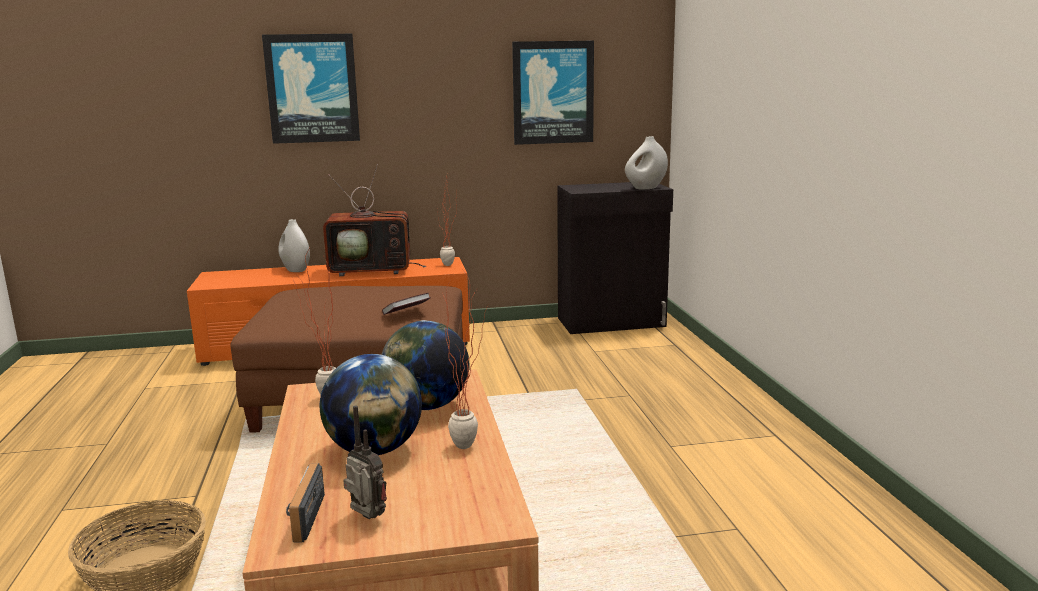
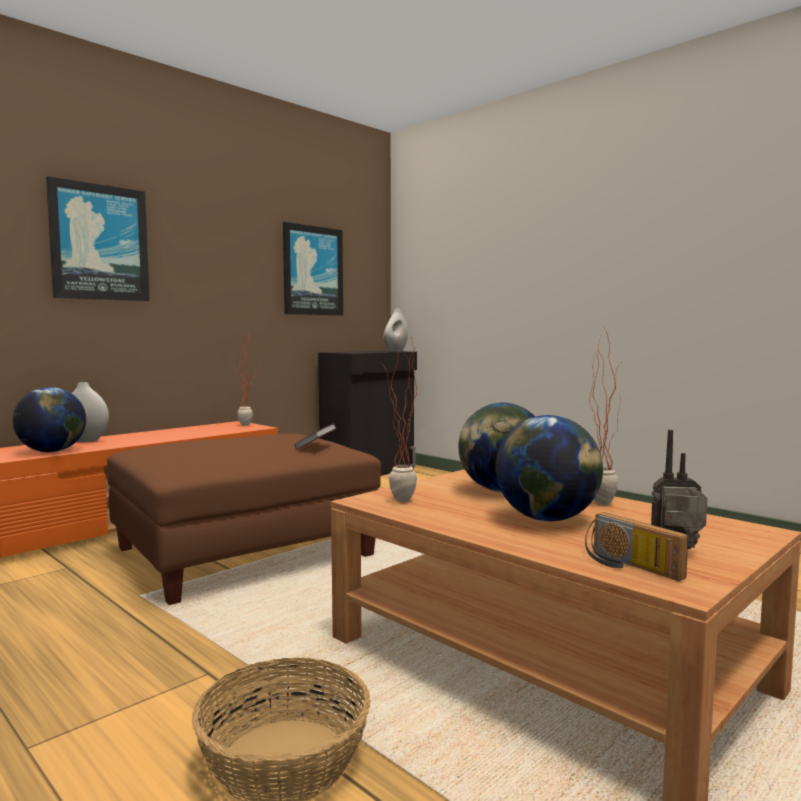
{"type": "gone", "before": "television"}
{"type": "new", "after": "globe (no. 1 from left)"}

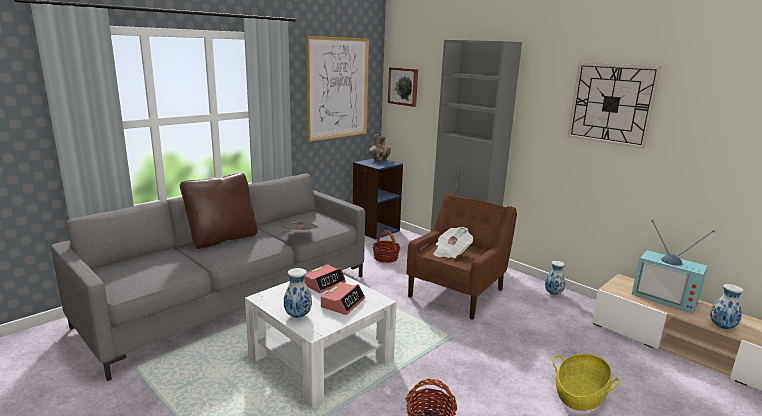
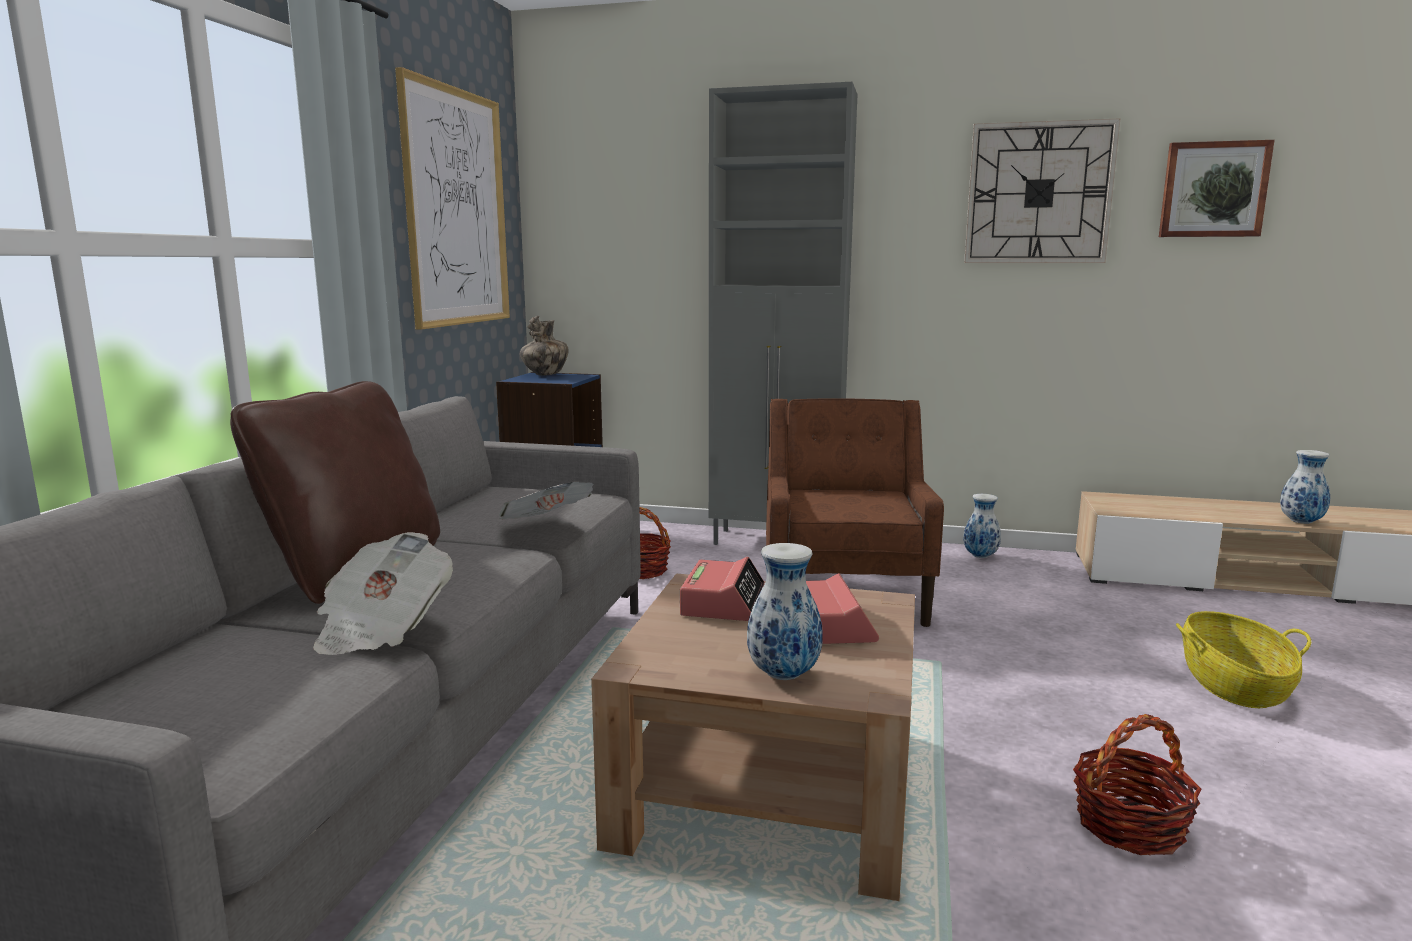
{"type": "shifted", "before": "picture (no. 2 from left)"}
{"type": "gone", "before": "television"}
{"type": "shifted", "before": "newspaper (no. 2 from left in the first image)", "after": "newspaper (no. 1 from left)"}
{"type": "repainted", "before": "white coffee table", "after": "brown coffee table"}

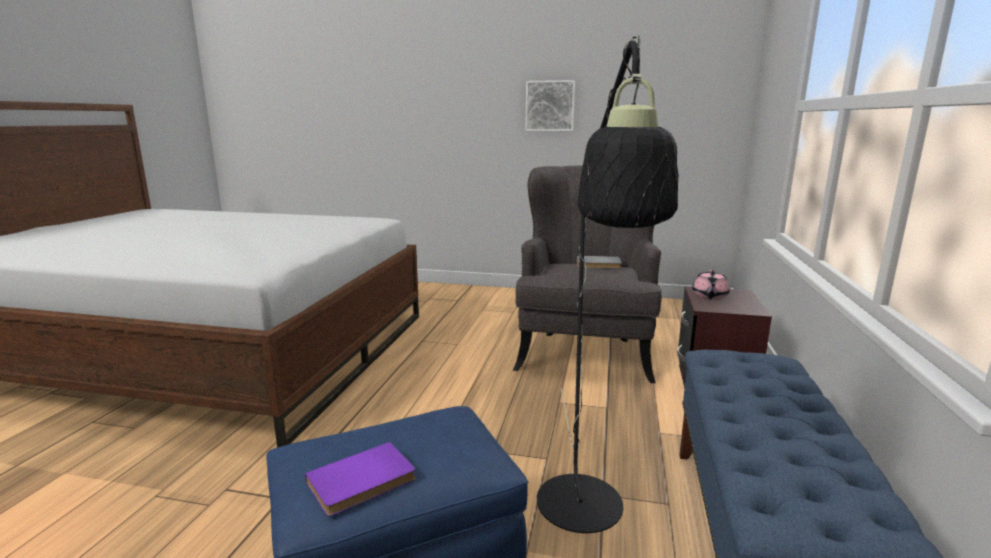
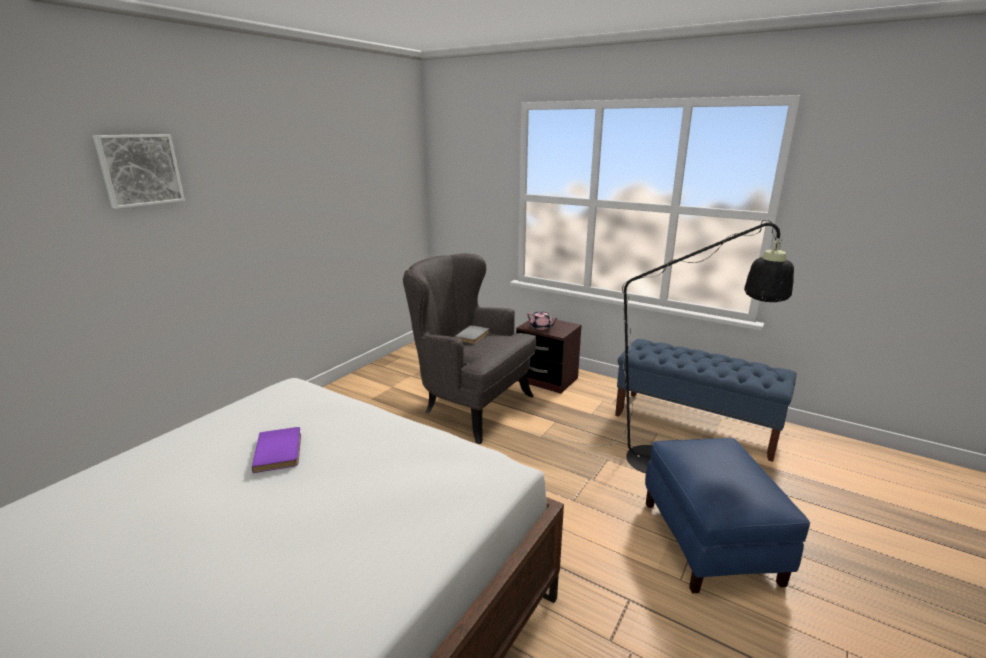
{"type": "shifted", "before": "picture"}
{"type": "shifted", "before": "purple book"}

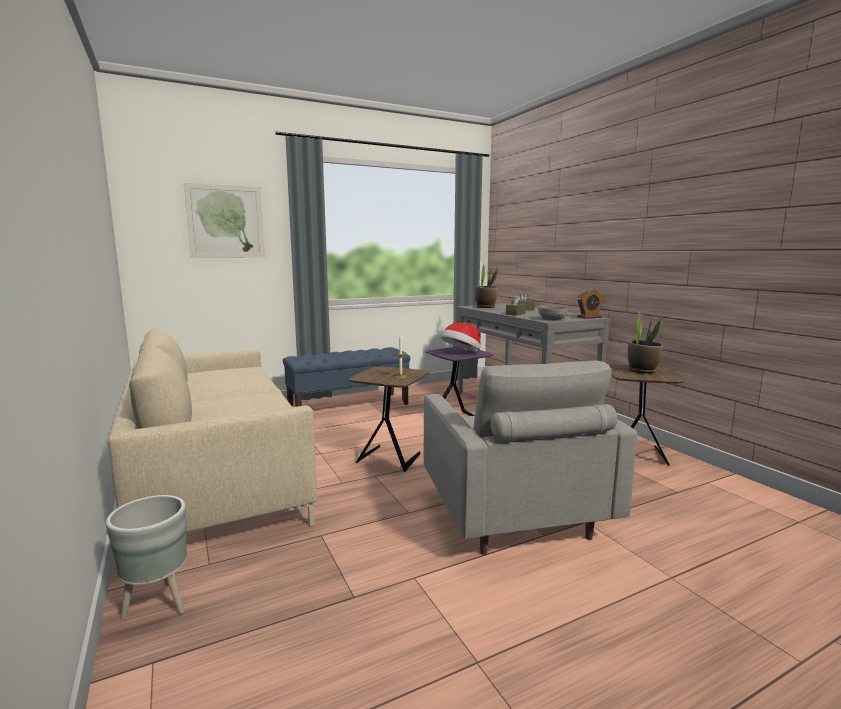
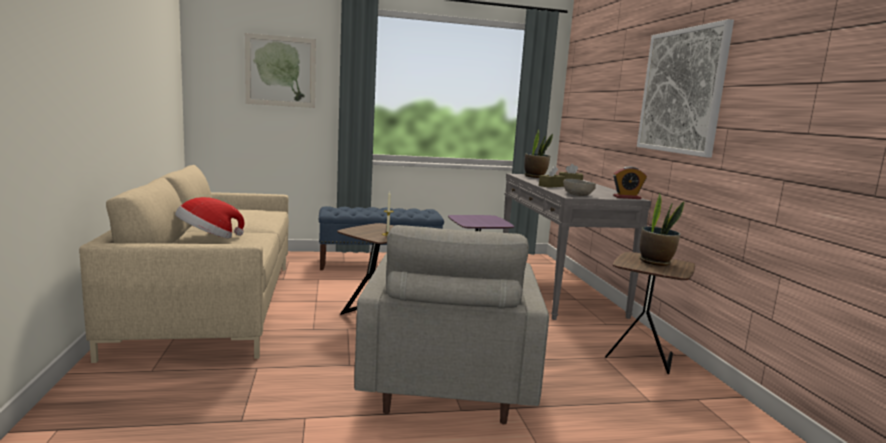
{"type": "shifted", "before": "hat"}
{"type": "gone", "before": "grey planter"}
{"type": "new", "after": "picture (no. 2 from left)"}

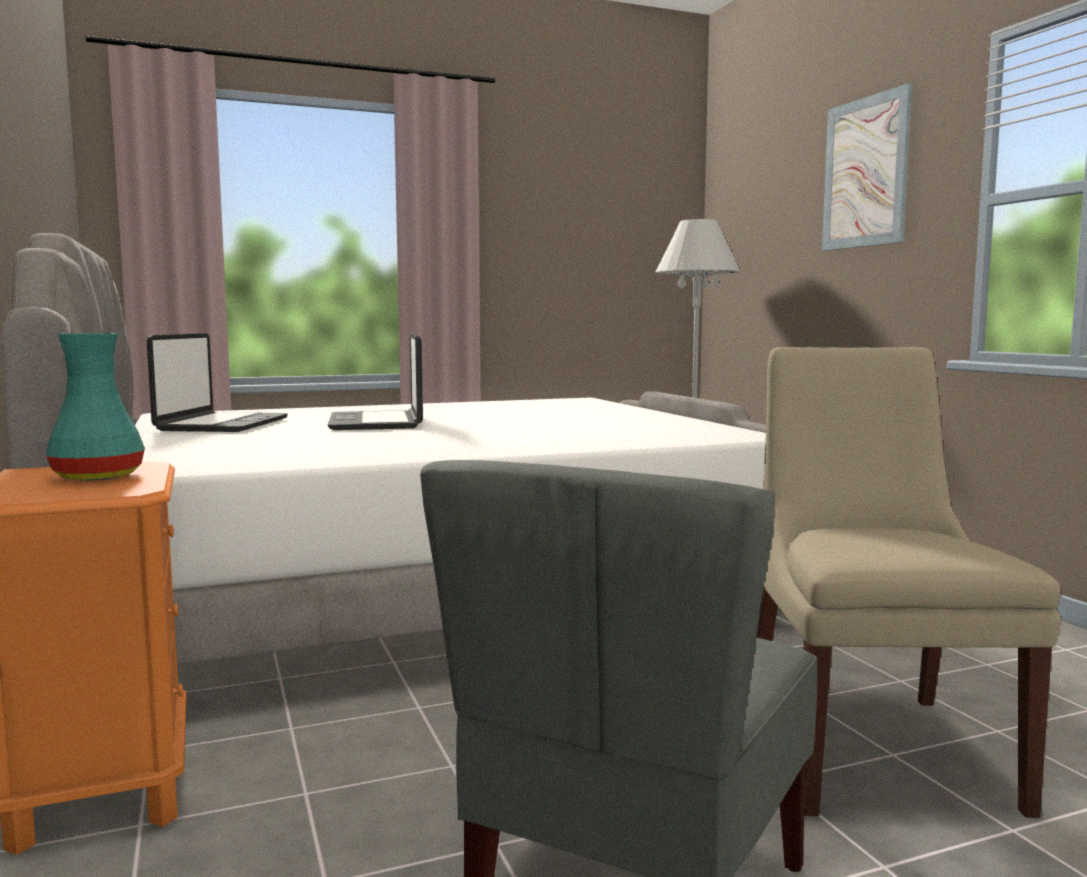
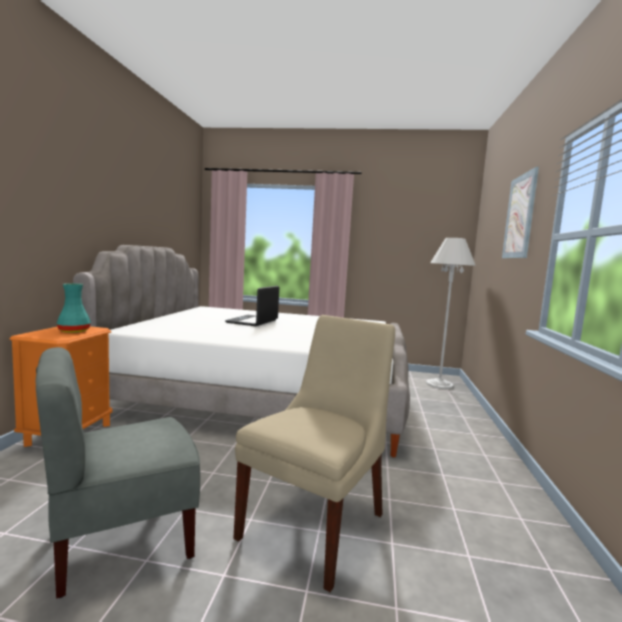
{"type": "gone", "before": "laptop (no. 1 from left)"}

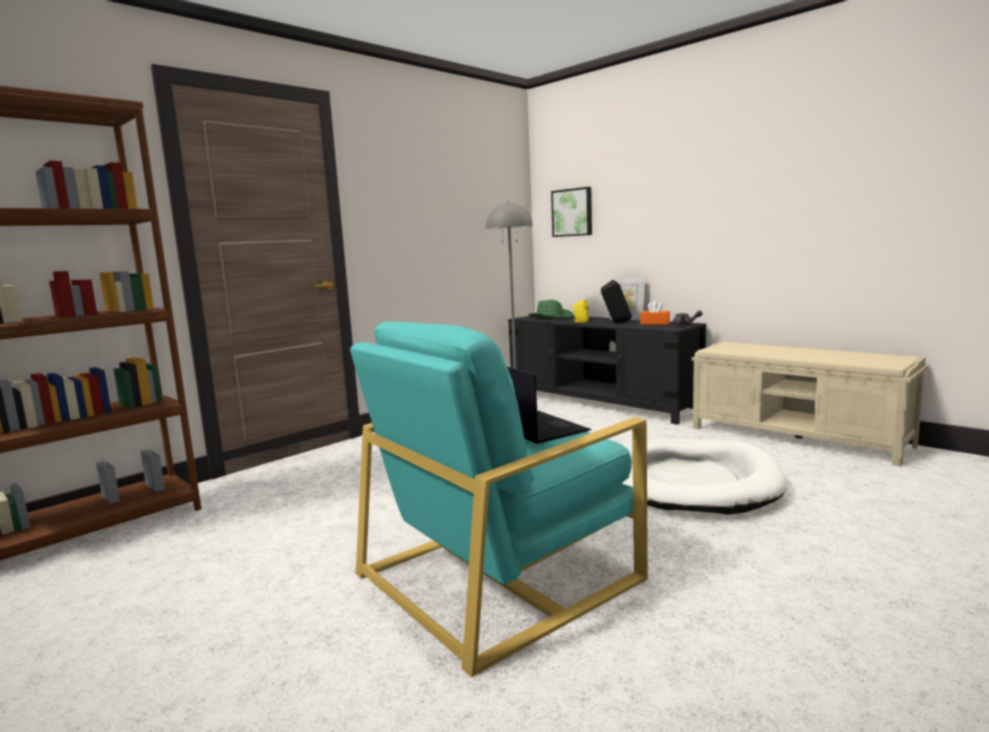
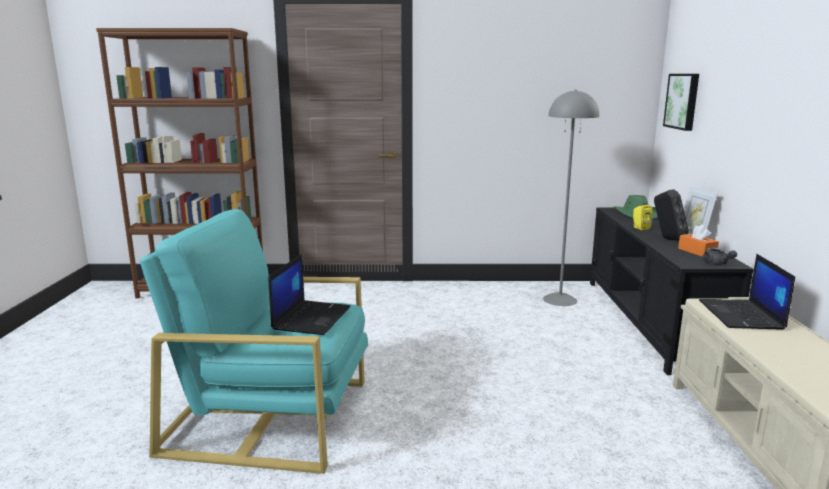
{"type": "gone", "before": "white dog bed"}
{"type": "new", "after": "laptop (no. 2 from left)"}

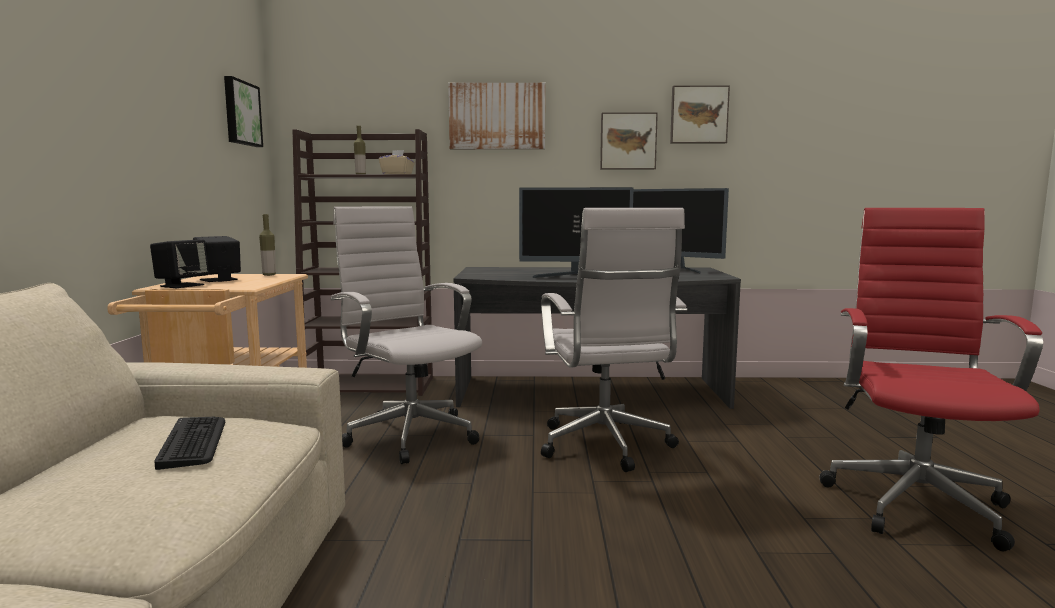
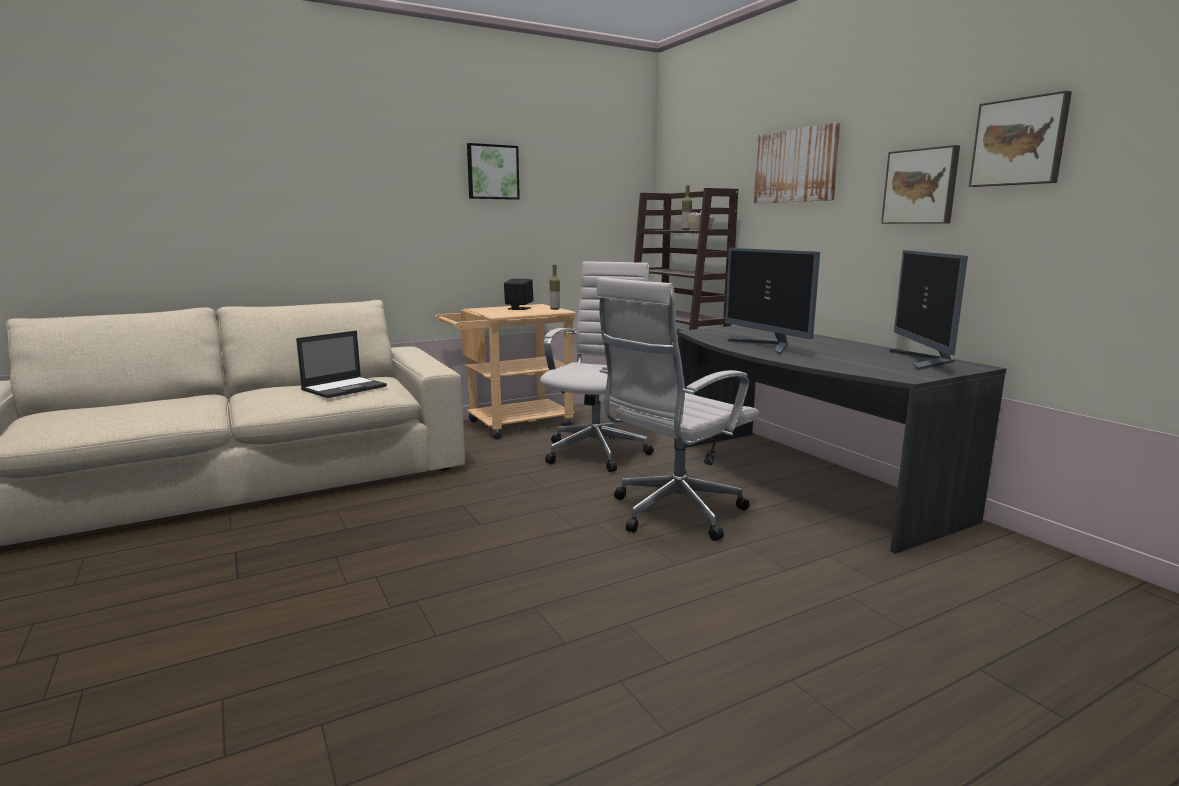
{"type": "shifted", "before": "picture (no. 1 from left)"}
{"type": "gone", "before": "red office chair"}
{"type": "gone", "before": "black speaker (no. 1 from left)"}
{"type": "swapped", "before": "keyboard", "after": "laptop"}

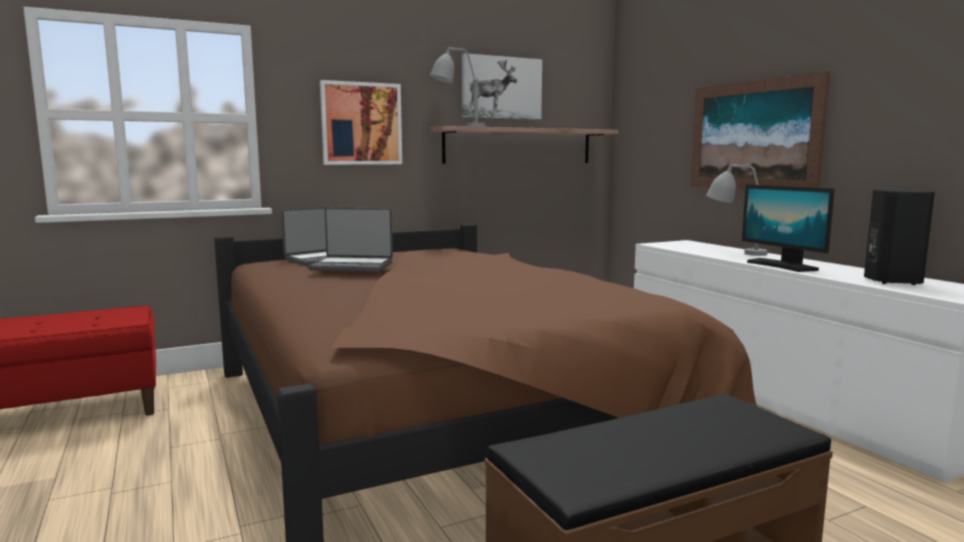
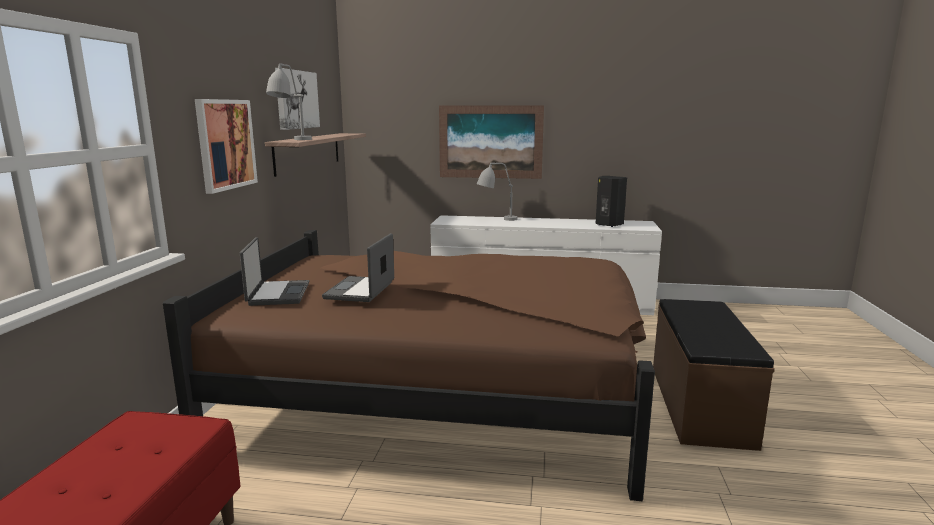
{"type": "gone", "before": "monitor"}
{"type": "rotated", "before": "laptop (no. 2 from left)", "turn": 150}

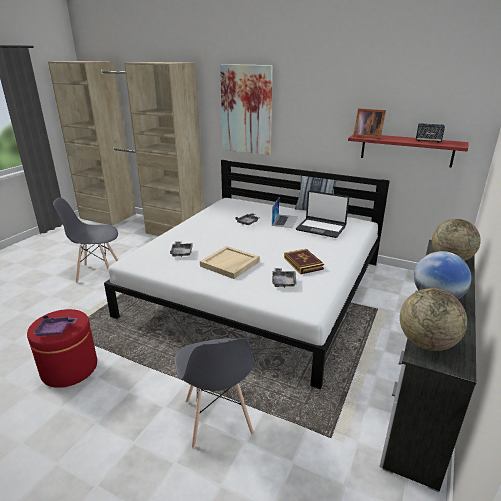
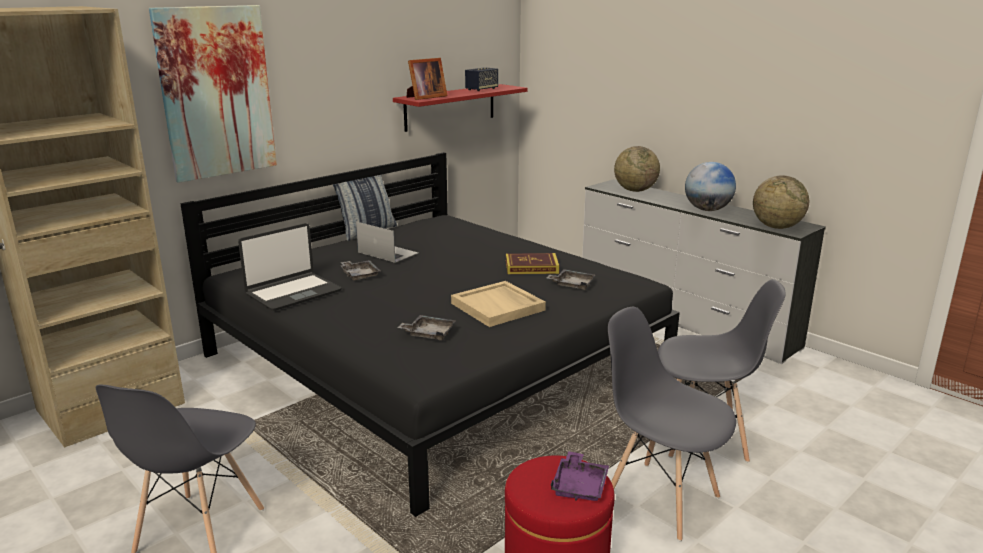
{"type": "repainted", "before": "white bed", "after": "black bed"}
{"type": "shifted", "before": "laptop (no. 2 from left in the first image)", "after": "laptop (no. 1 from left)"}
{"type": "new", "after": "grey chair (no. 2 from left)"}

